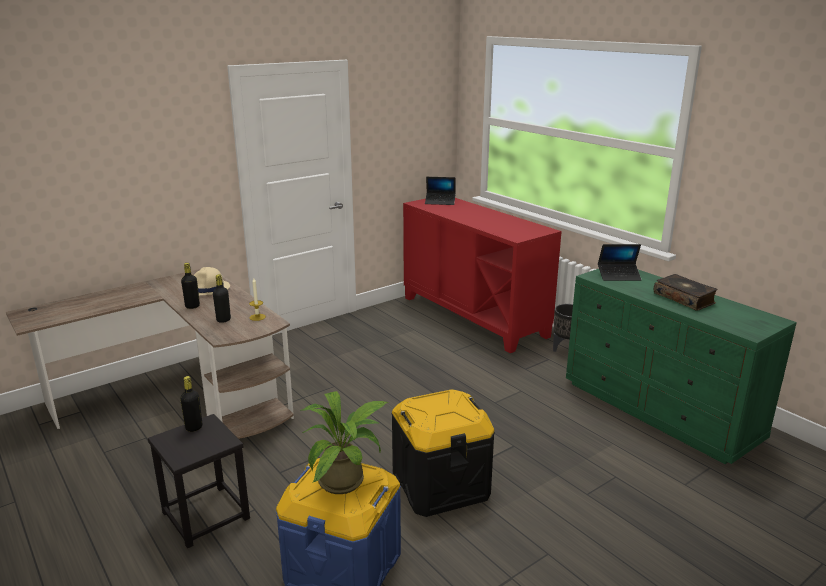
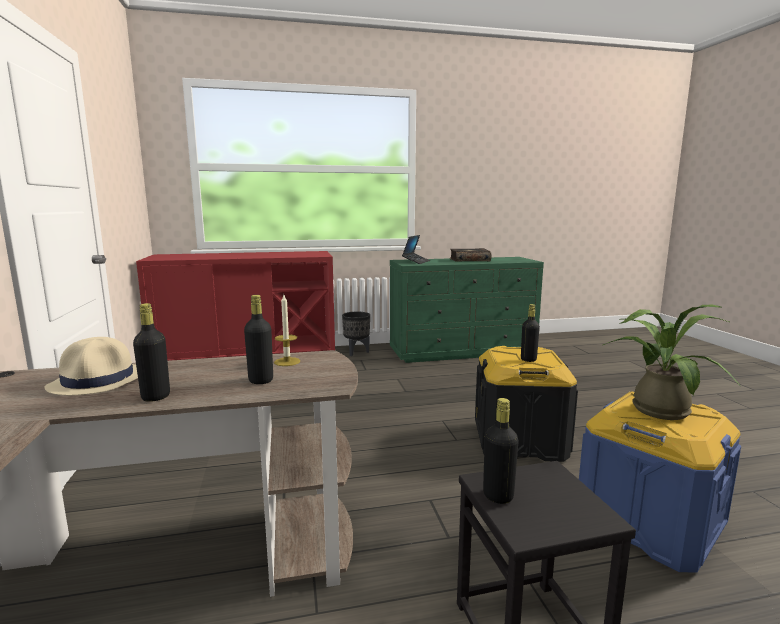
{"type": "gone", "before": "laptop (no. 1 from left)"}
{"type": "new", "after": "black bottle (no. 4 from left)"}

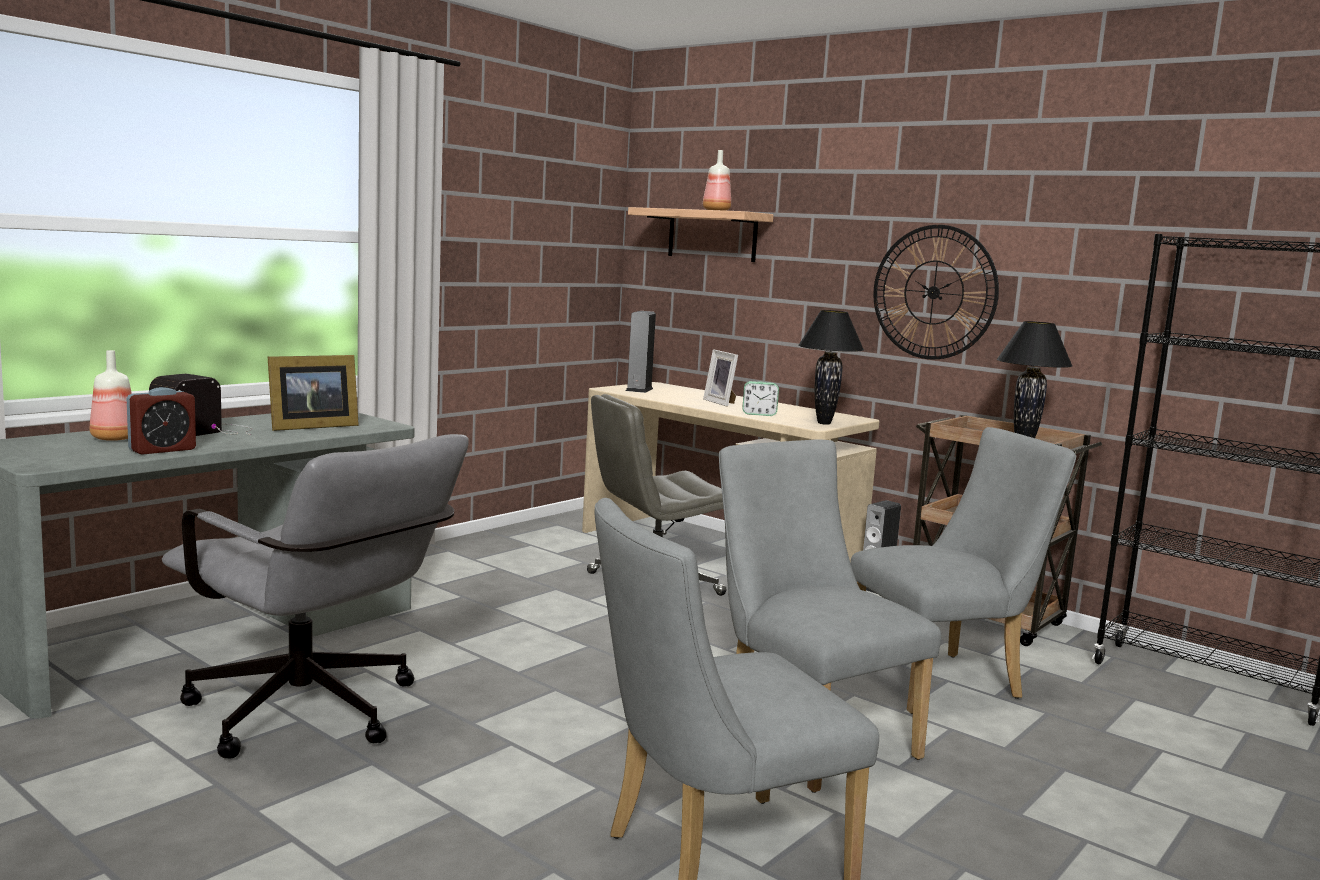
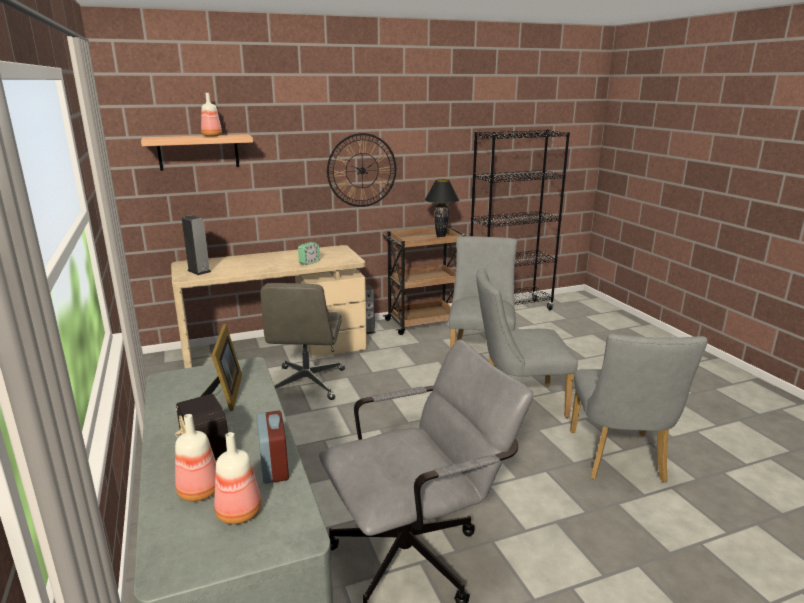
{"type": "gone", "before": "black table lamp (no. 1 from left)"}
{"type": "gone", "before": "picture frame (no. 2 from left)"}
{"type": "new", "after": "bottle (no. 3 from left)"}

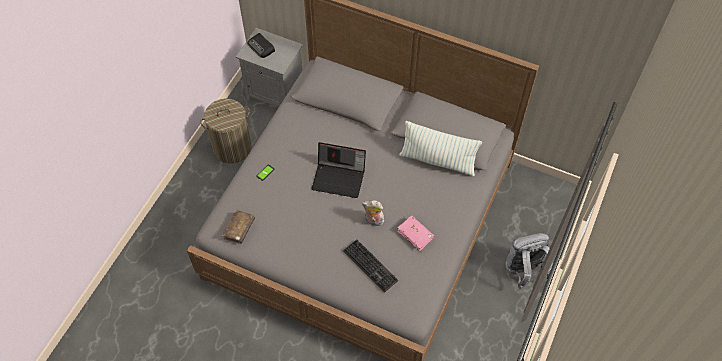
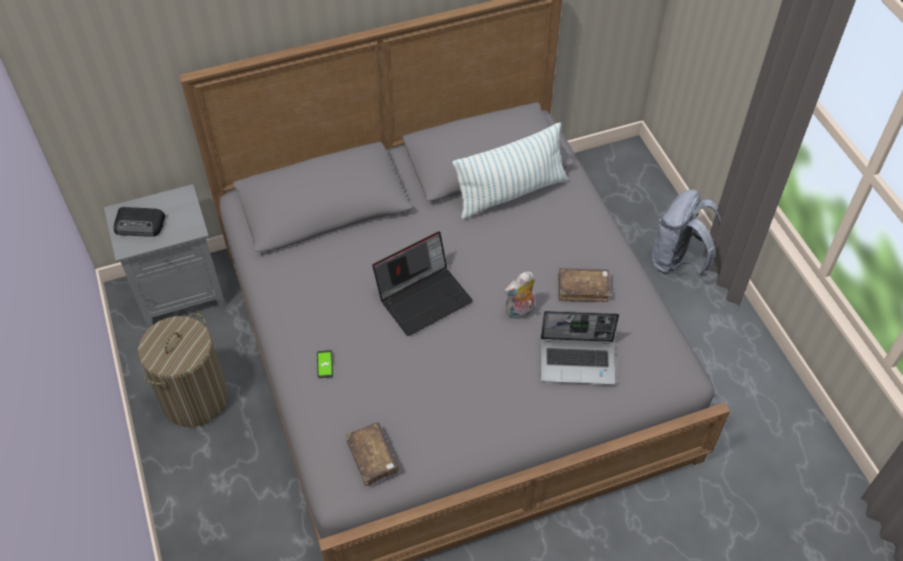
{"type": "repainted", "before": "pink book", "after": "brown book (no. 2 from left)"}
{"type": "swapped", "before": "keyboard", "after": "laptop (no. 2 from left)"}

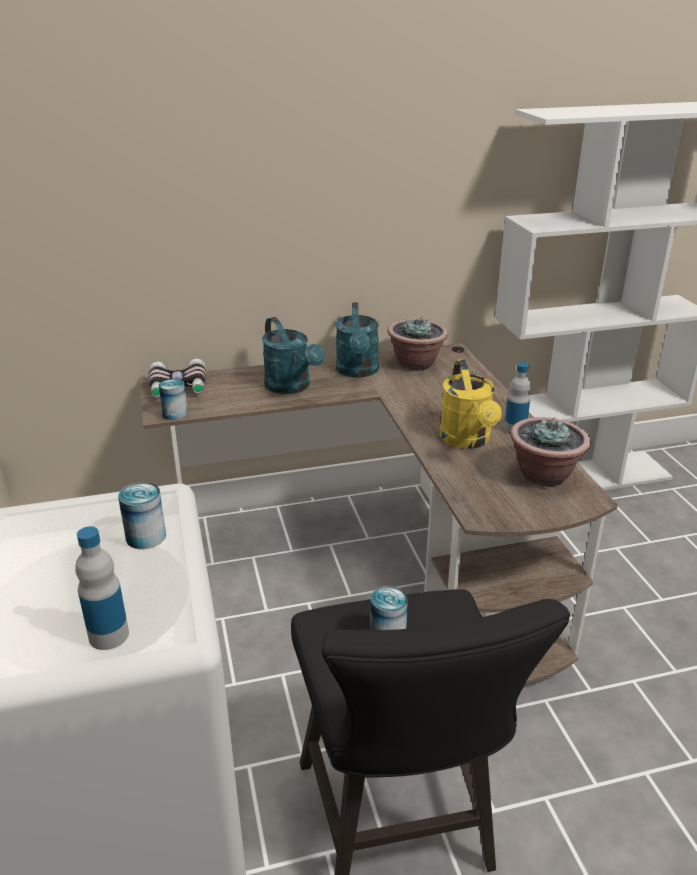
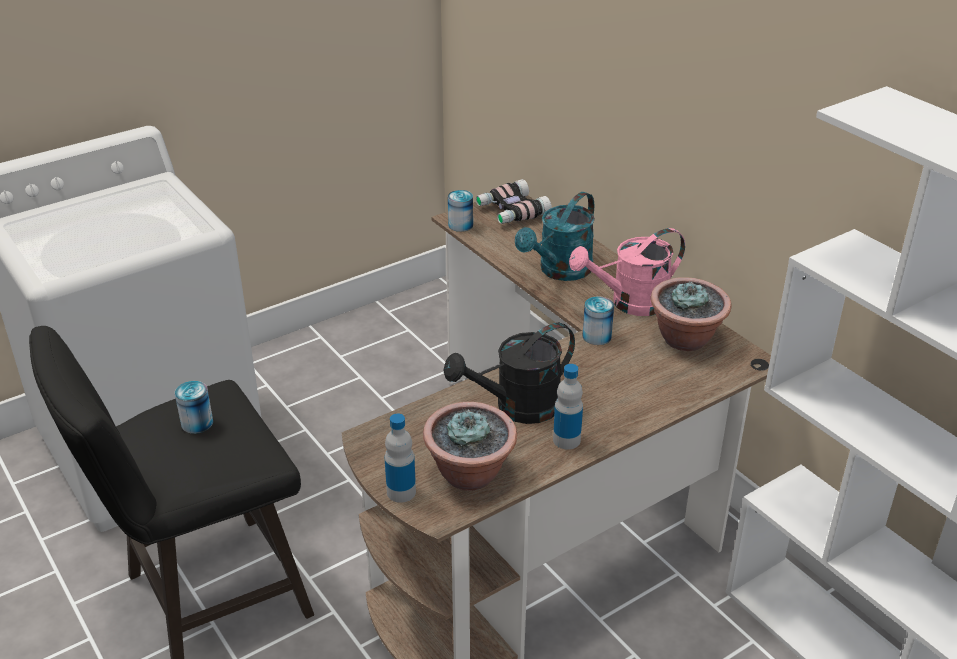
{"type": "repainted", "before": "turquoise watering can (no. 2 from left)", "after": "pink watering can"}
{"type": "repainted", "before": "yellow watering can", "after": "black watering can"}
{"type": "shifted", "before": "can (no. 1 from left in the first image)", "after": "can (no. 3 from left)"}
{"type": "shifted", "before": "bottle (no. 1 from left)"}

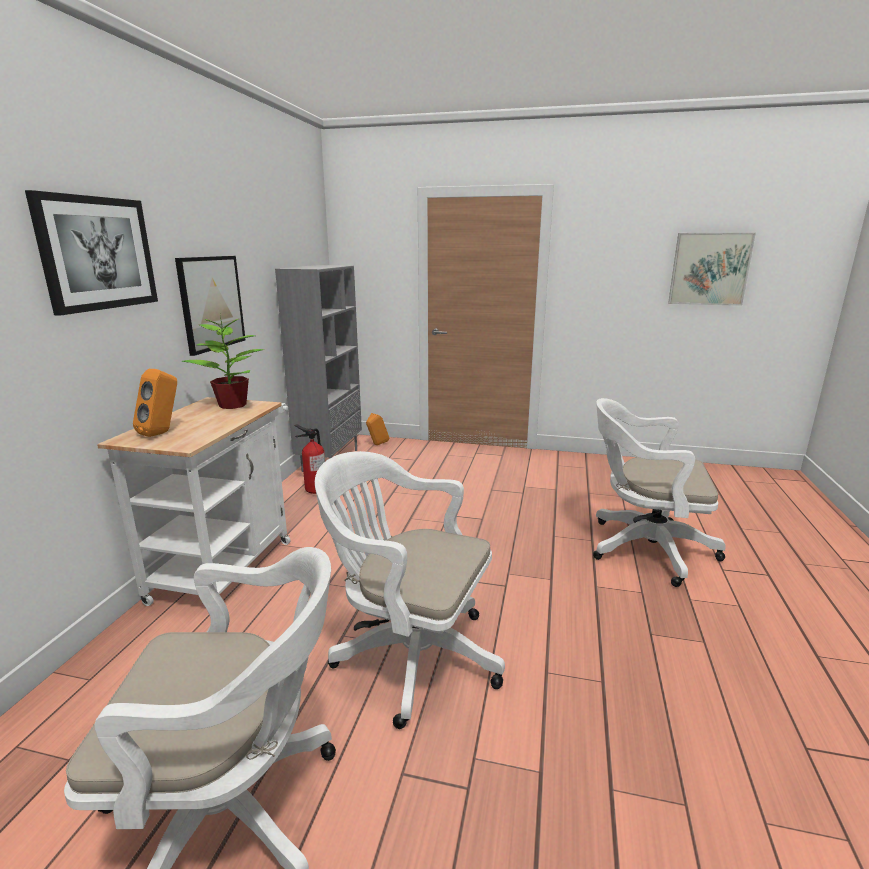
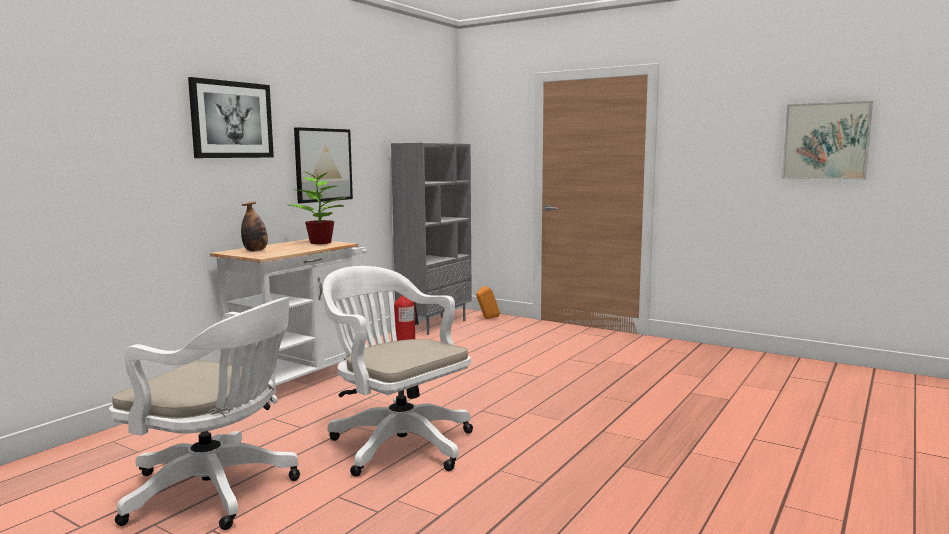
{"type": "swapped", "before": "orange speaker (no. 1 from left)", "after": "bottle"}
{"type": "gone", "before": "white office chair (no. 3 from left)"}

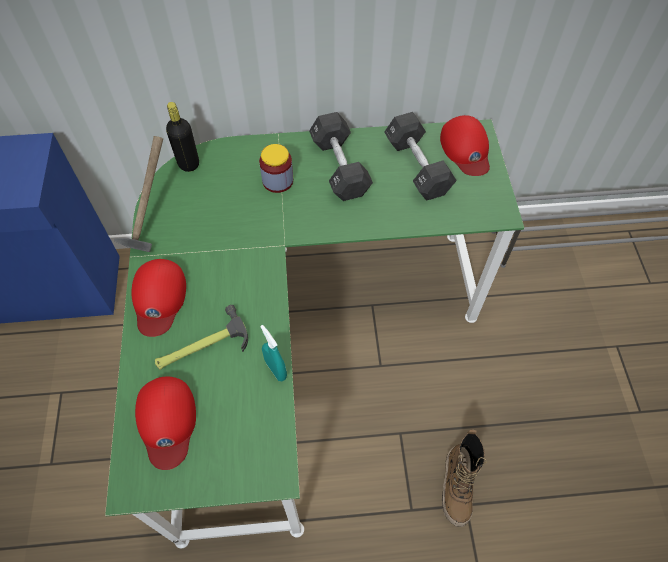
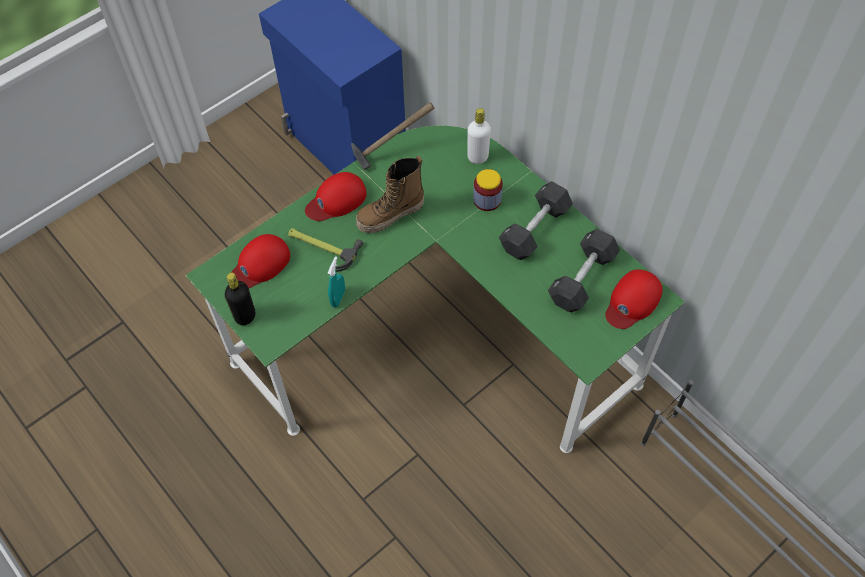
{"type": "shifted", "before": "black bottle"}
{"type": "shifted", "before": "boot"}
{"type": "new", "after": "white bottle"}

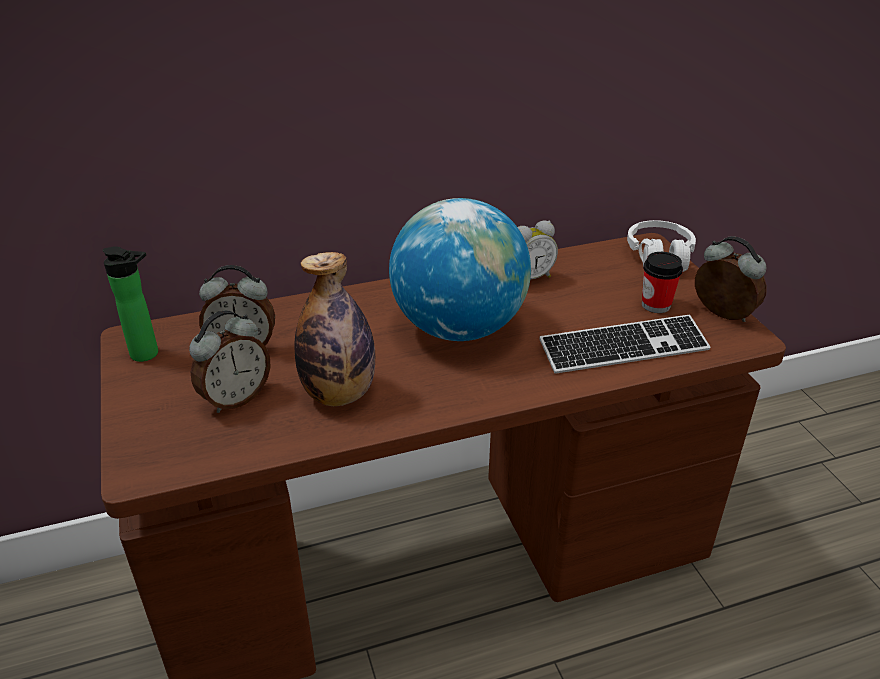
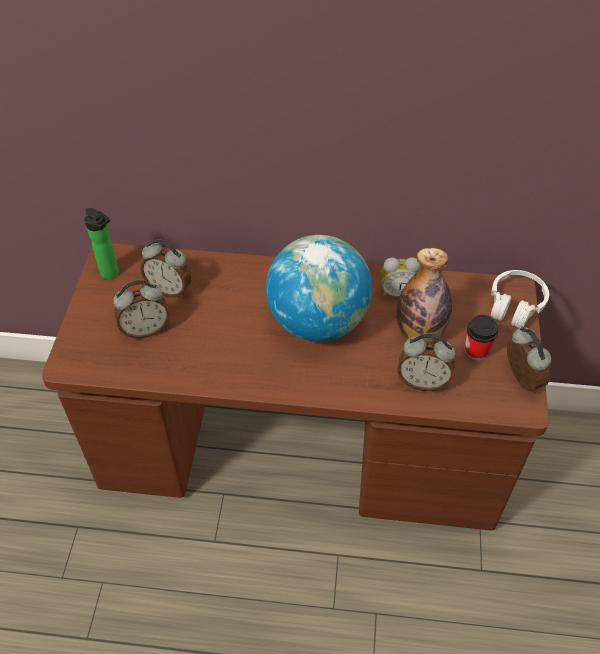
{"type": "shifted", "before": "bottle (no. 2 from left)"}
{"type": "swapped", "before": "keyboard", "after": "alarm clock (no. 4 from left)"}

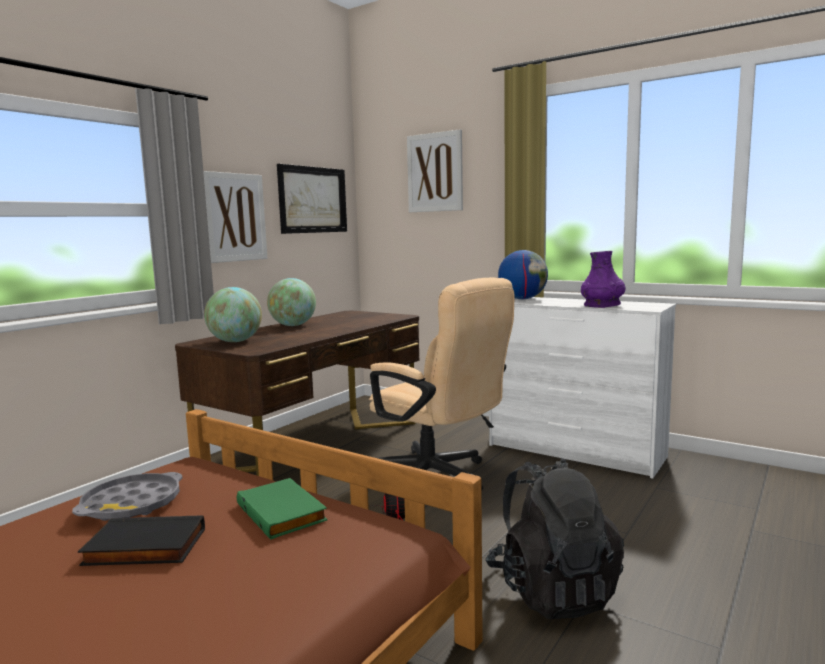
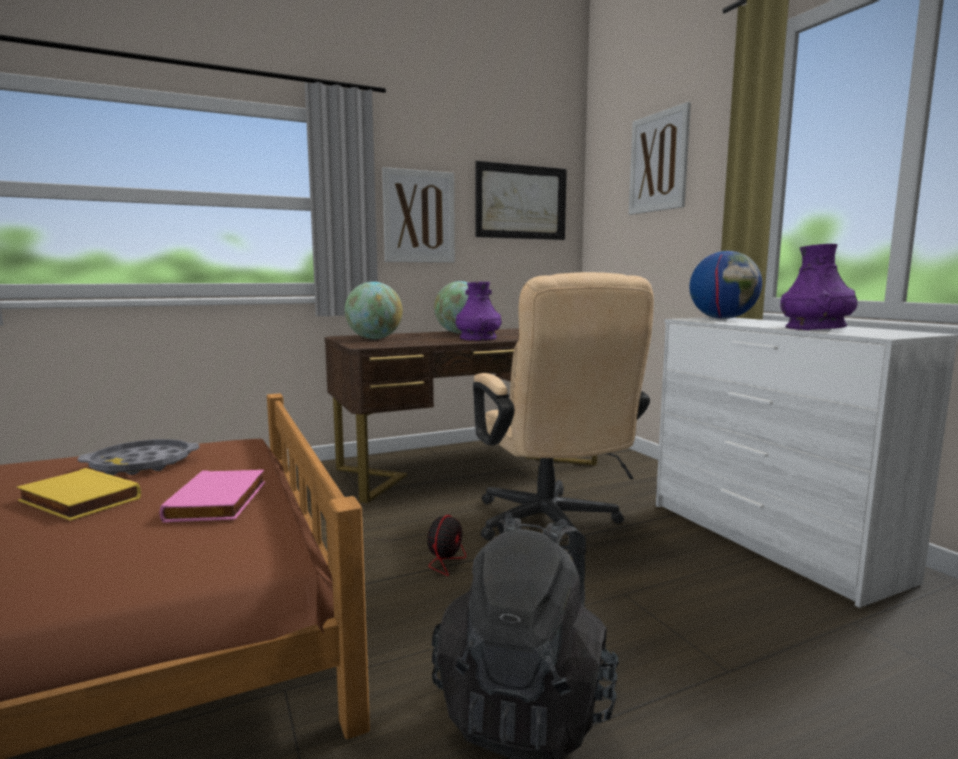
{"type": "repainted", "before": "green book", "after": "pink book"}
{"type": "repainted", "before": "black book", "after": "yellow book"}
{"type": "new", "after": "purple vase (no. 1 from left)"}

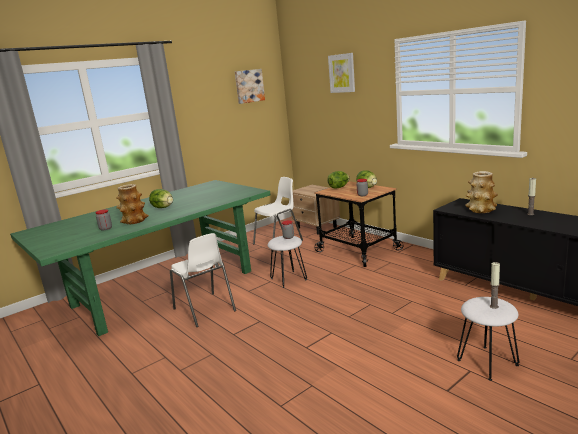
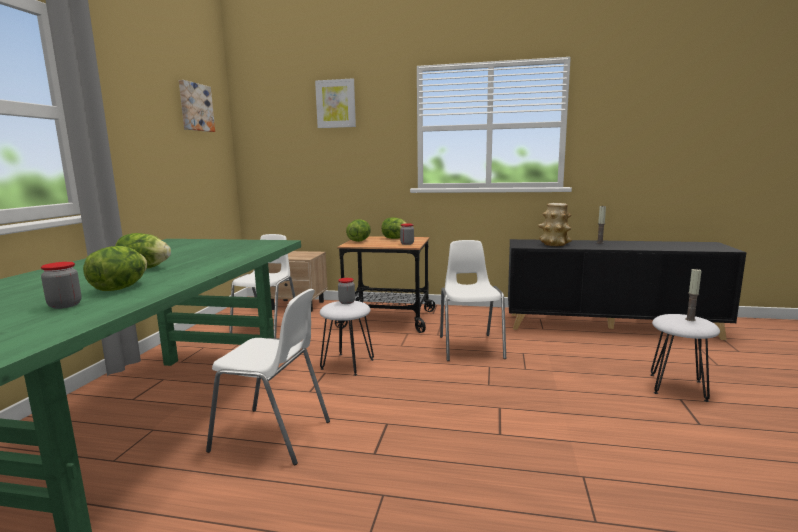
{"type": "swapped", "before": "vase (no. 1 from left)", "after": "lettuce (no. 1 from left)"}
{"type": "new", "after": "white chair (no. 3 from left)"}

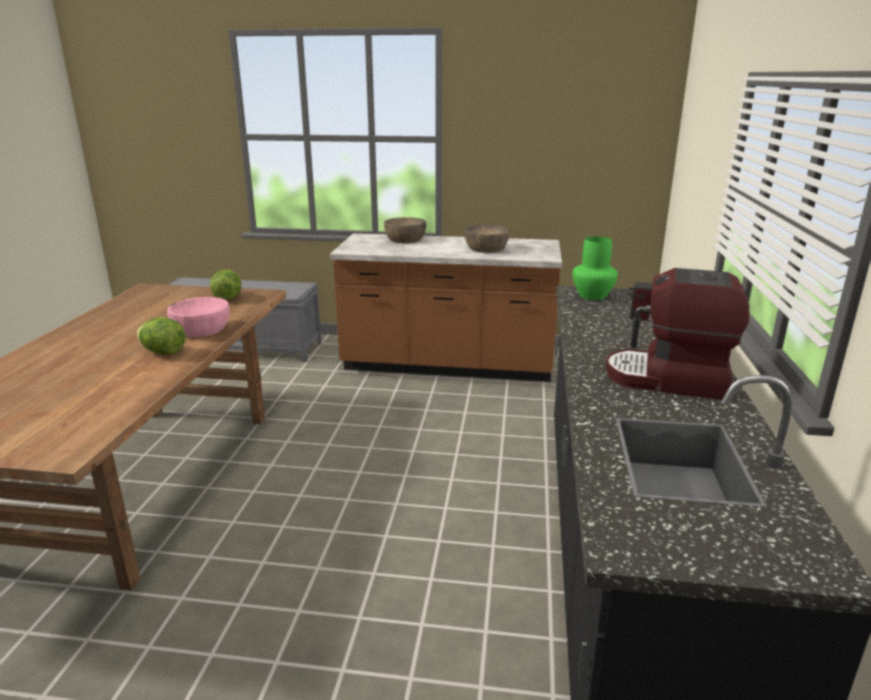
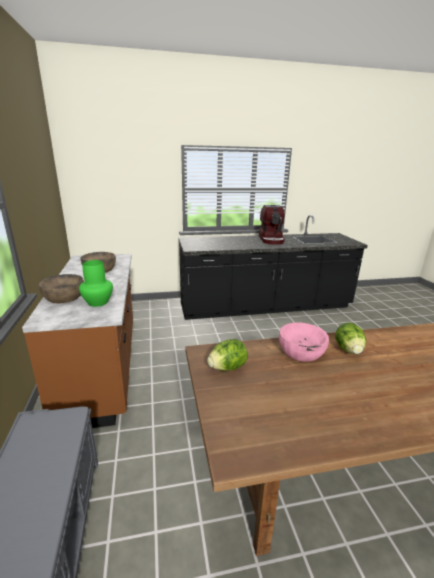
{"type": "shifted", "before": "green vase"}

